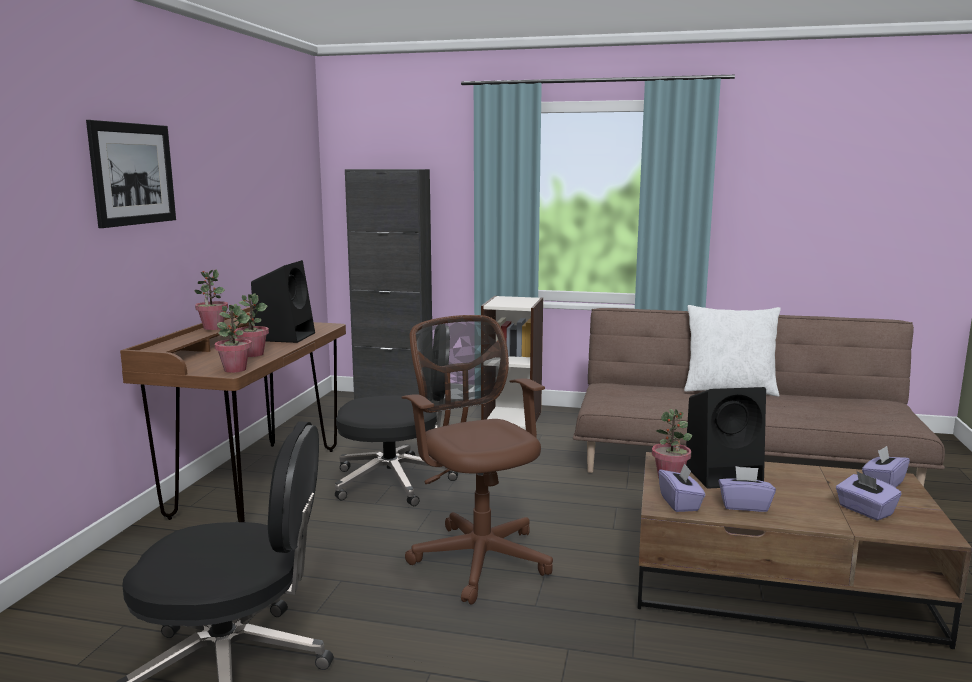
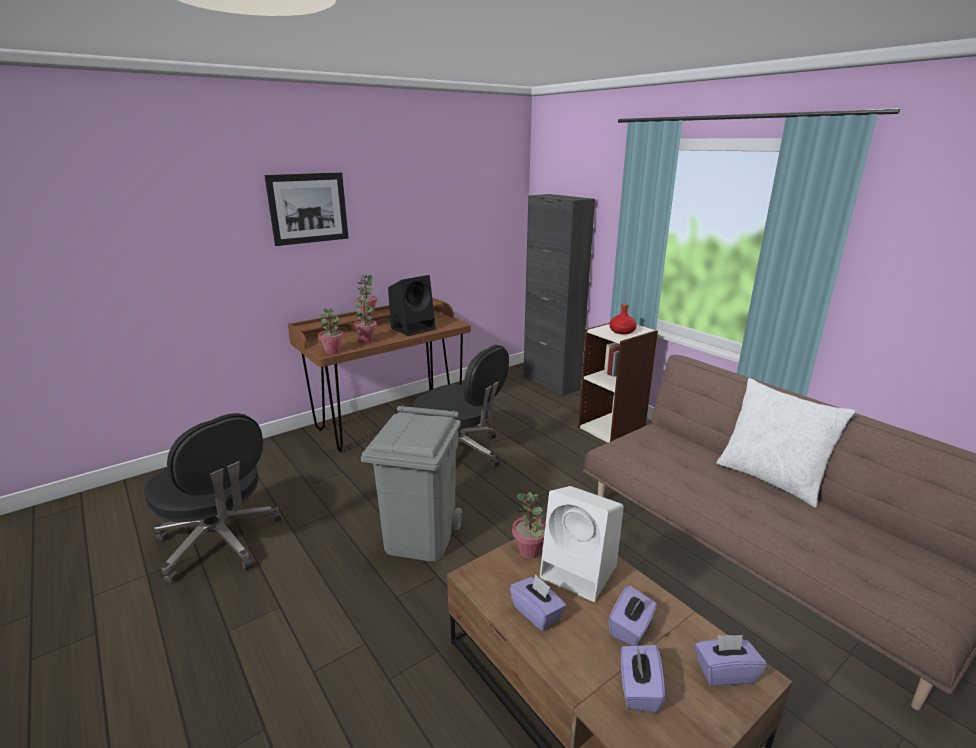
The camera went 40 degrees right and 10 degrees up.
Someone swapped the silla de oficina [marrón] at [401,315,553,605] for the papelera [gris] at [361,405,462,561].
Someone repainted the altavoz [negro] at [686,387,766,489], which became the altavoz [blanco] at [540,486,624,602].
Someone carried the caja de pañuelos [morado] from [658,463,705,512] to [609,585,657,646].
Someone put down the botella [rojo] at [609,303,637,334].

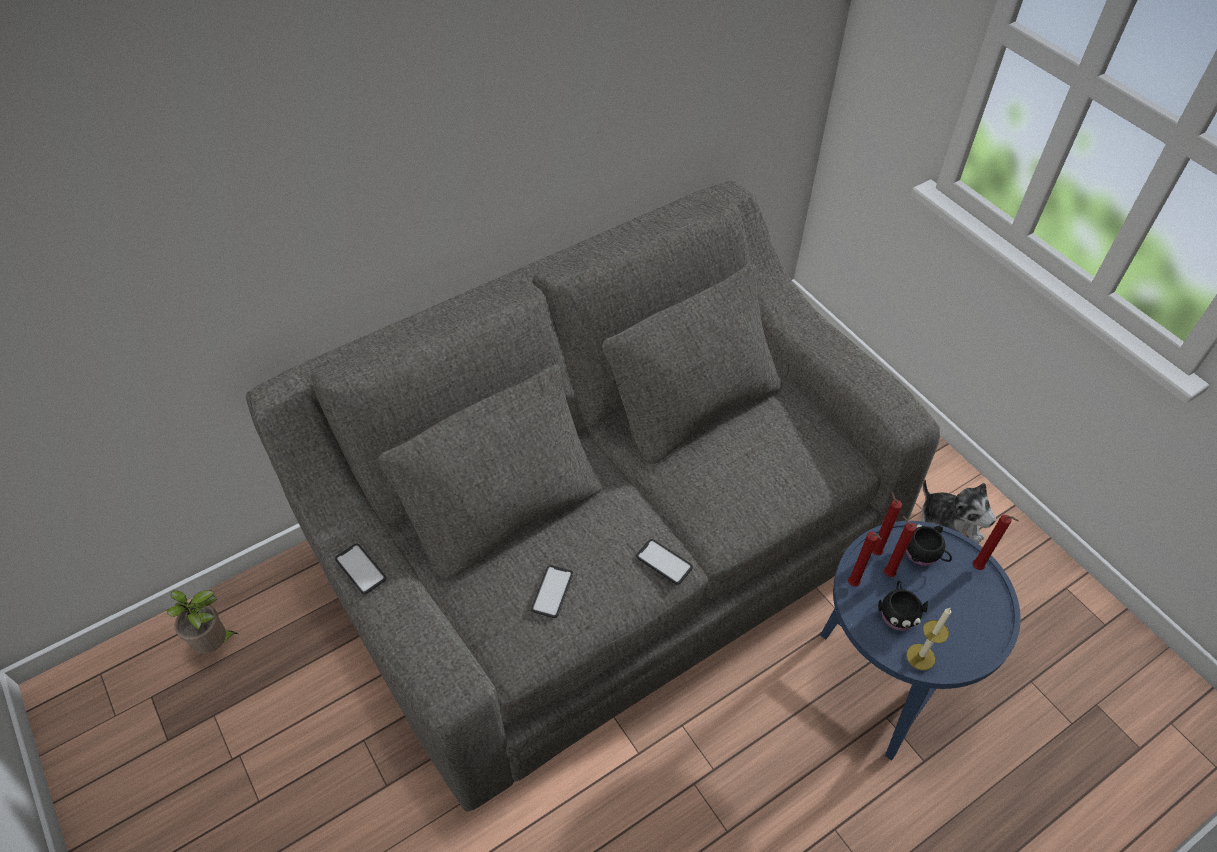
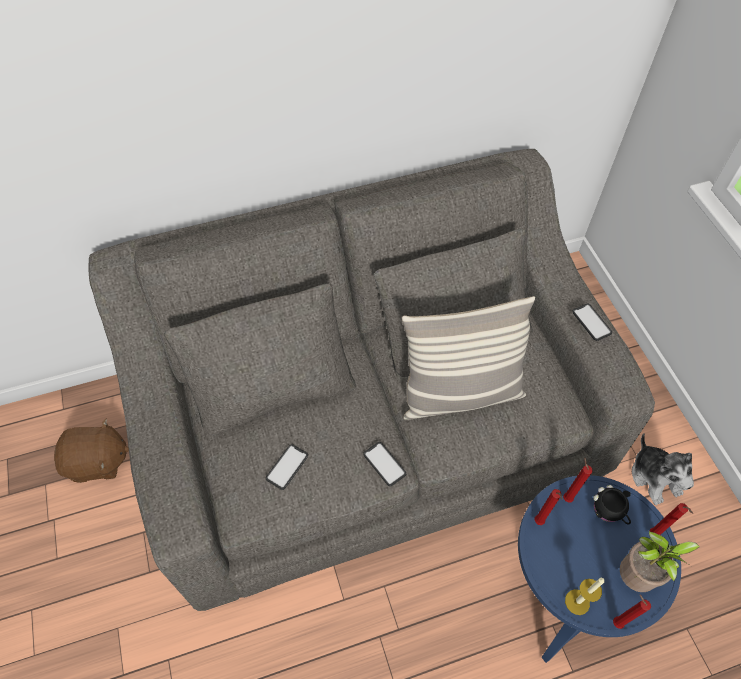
The camera went 15 degrees right and 5 degrees up.
Someone carried the vela [rojo] from [884,516,916,577] to [613,595,651,629].
Someone carried the móvil from [335,543,386,594] to [572,304,612,341].
Someone took away the taza grande [negro] at [878,581,928,631].
Someone carried the planta en maceta from [166,590,238,654] to [620,531,700,592].
Someone put down the cojín at [402,296,535,420].
Someone put down the peluche [marrón] at [54,419,129,483].

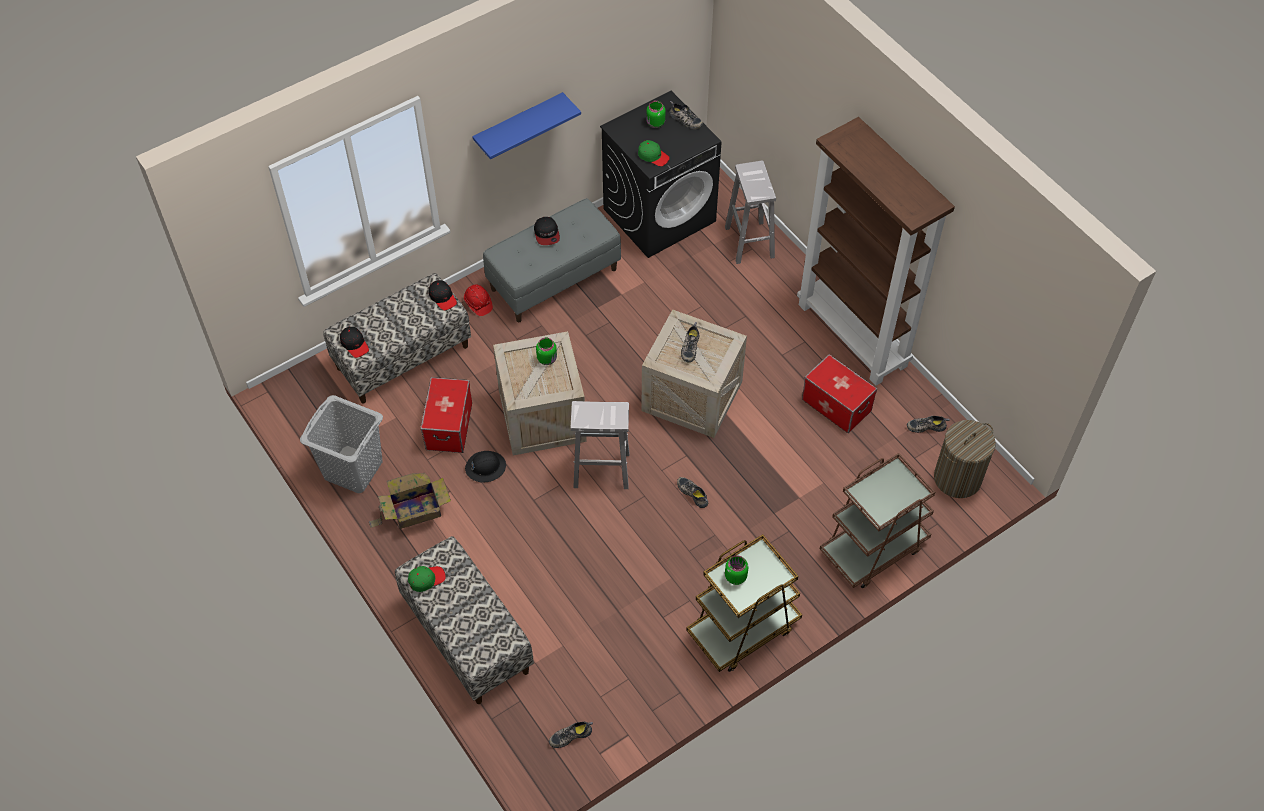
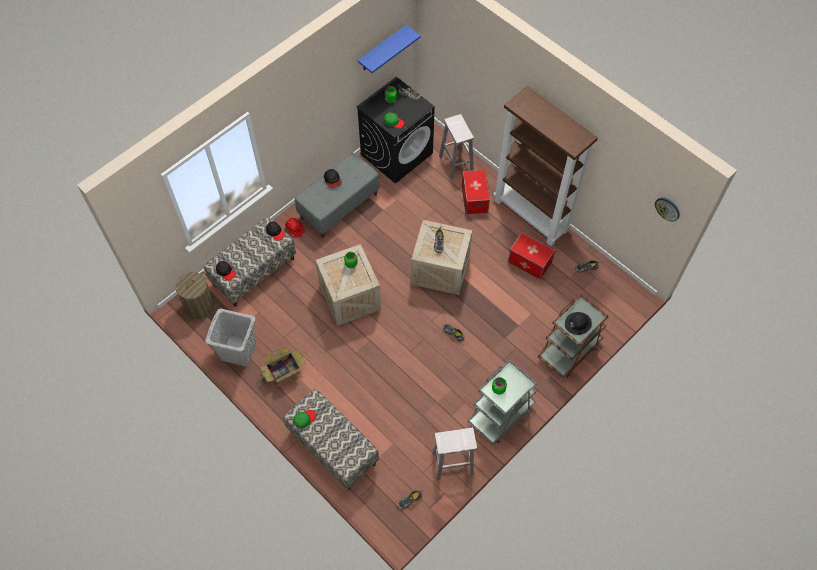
The camera went 10 degrees left and 5 degrees up.
Someone carried the estante [azul] from [472,92,581,159] to [357,25,421,73].
Someone carried the caja de almacenaje from [421,377,472,453] to [462,169,490,214].
Someone carried the taburete [blanco] from [571,401,629,489] to [432,427,477,480].
Someone carried the cesto de la ropa from [934,420,996,498] to [176,272,215,319].
Someone carried the casco [negro] from [465,451,506,483] to [565,312,592,335].
Someone repainted the carrito [marrón] at [686,534,802,672], which became the carrito [gris] at [468,360,537,445].
Someone put up the reloj de pared at [655,197,680,221].

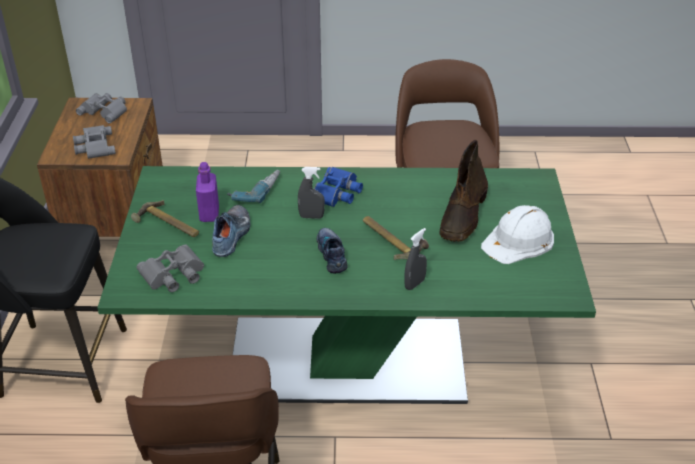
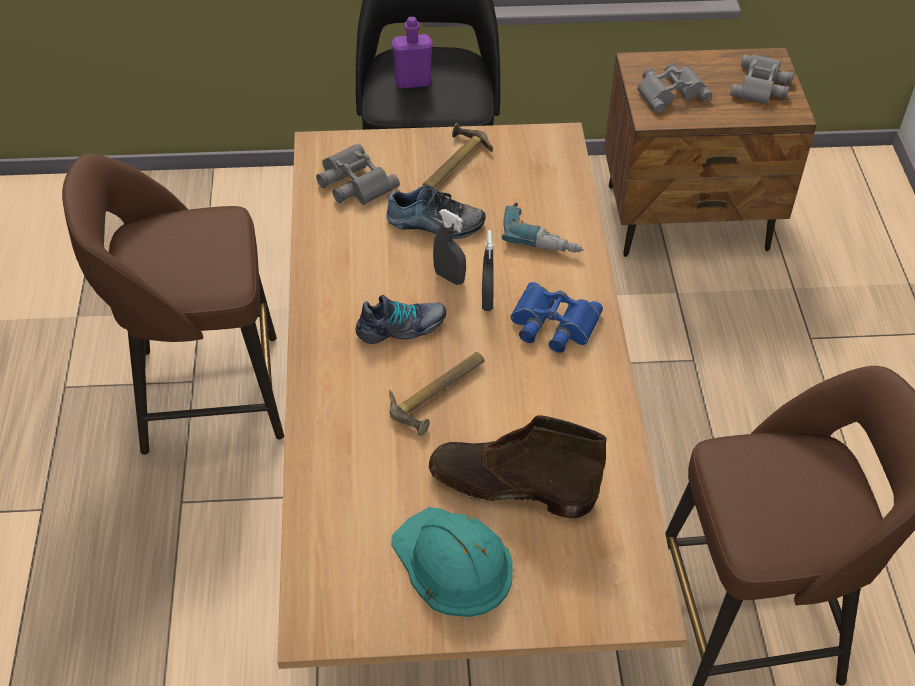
The camera went 85 degrees right and 10 degrees up.
Someone carried the botella [morado] from [196,162,219,222] to [392,17,433,88].
Someone repainted the mesa de comedor [verde] at [97,166,596,404], which became the mesa de comedor [beis] at [278,123,687,669].
Someone repainted the casco [blanco] at [481,205,554,264], which became the casco [turquesa] at [391,507,513,617].
Someone carried the pulverizador [gris] from [404,228,427,290] to [433,209,466,285].

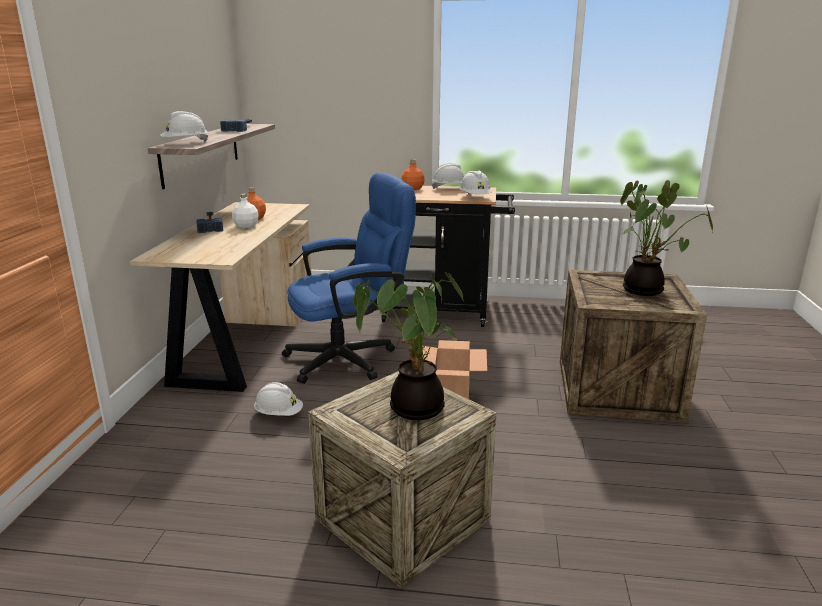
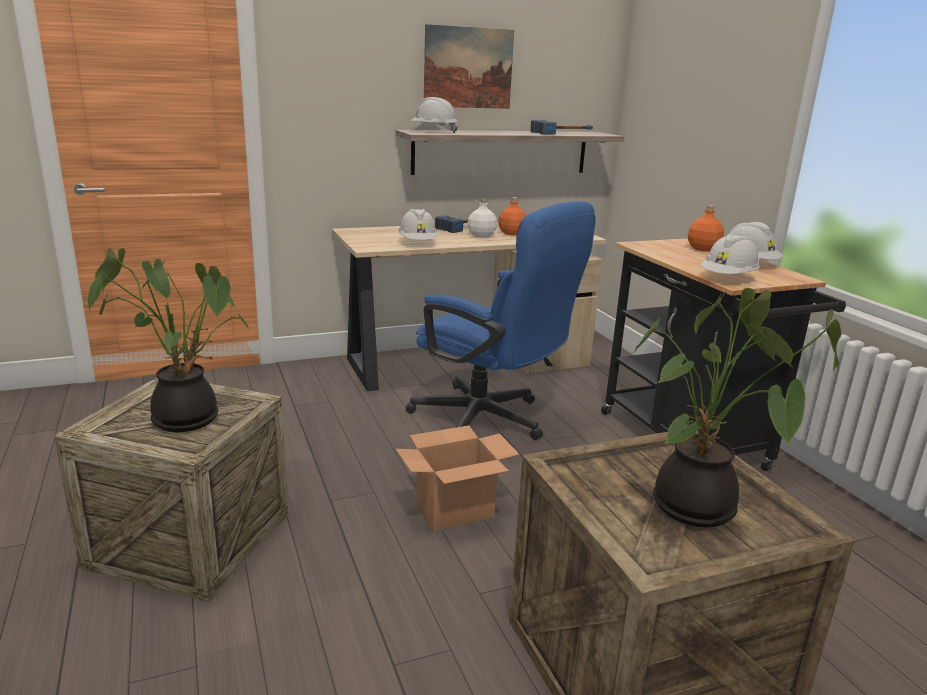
The camera went 60 degrees right and 0 degrees up.
Someone carried the casco [blanco] from [254,382,303,416] to [398,209,437,240].
Someone put up the cuadro at [424,24,514,109].

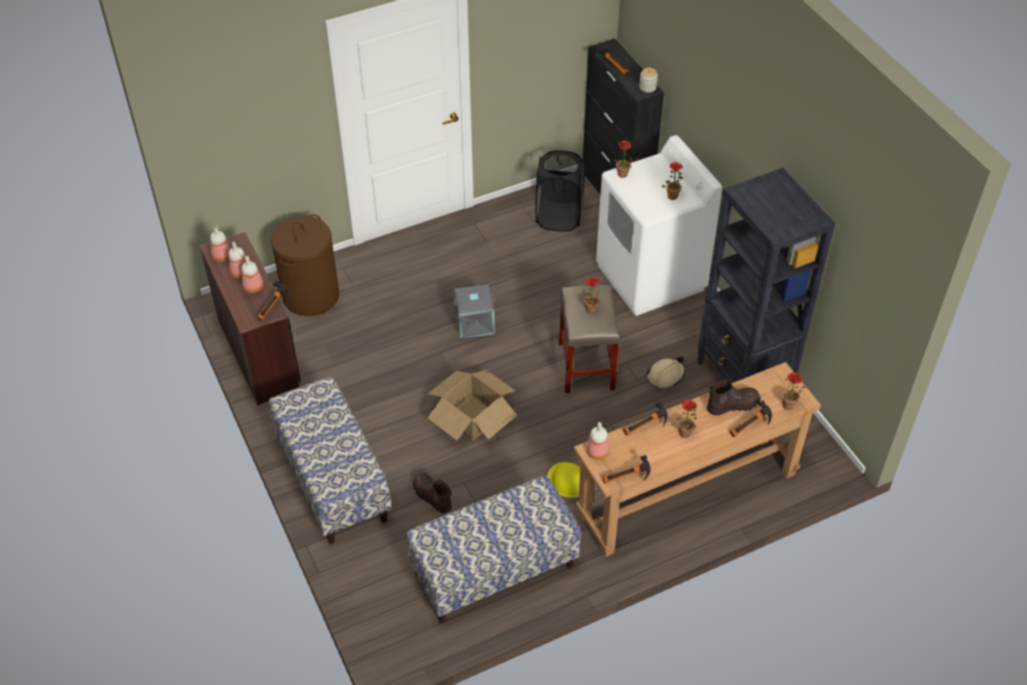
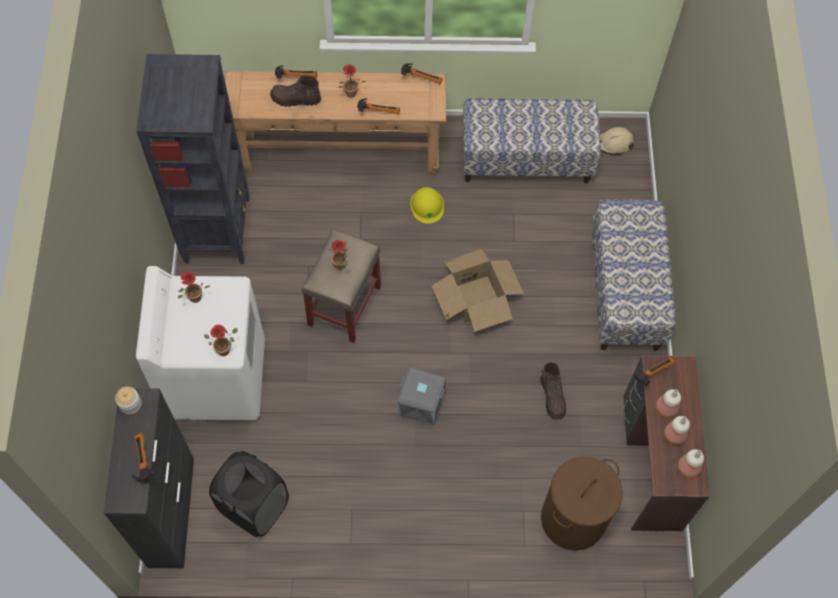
The camera went 155 degrees left and 15 degrees up.
Someone carried the casco [beis] from [647,356,685,388] to [600,127,634,155].
Someone took away the planta en maceta at [782,372,807,410].
Someone took away the botella at [586,422,610,460].
Someone carried the bota [marrón] from [413,473,452,514] to [540,362,566,420].

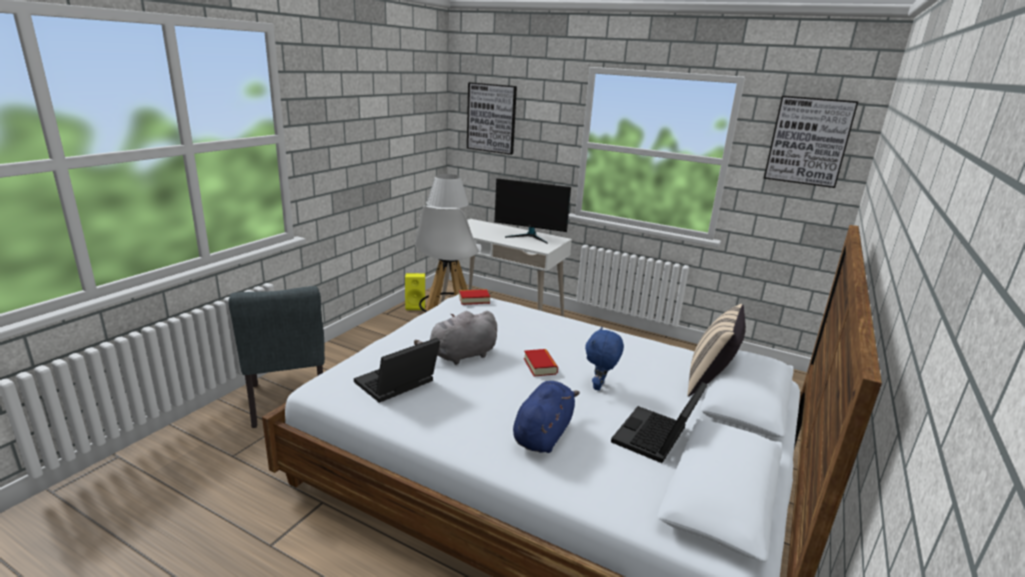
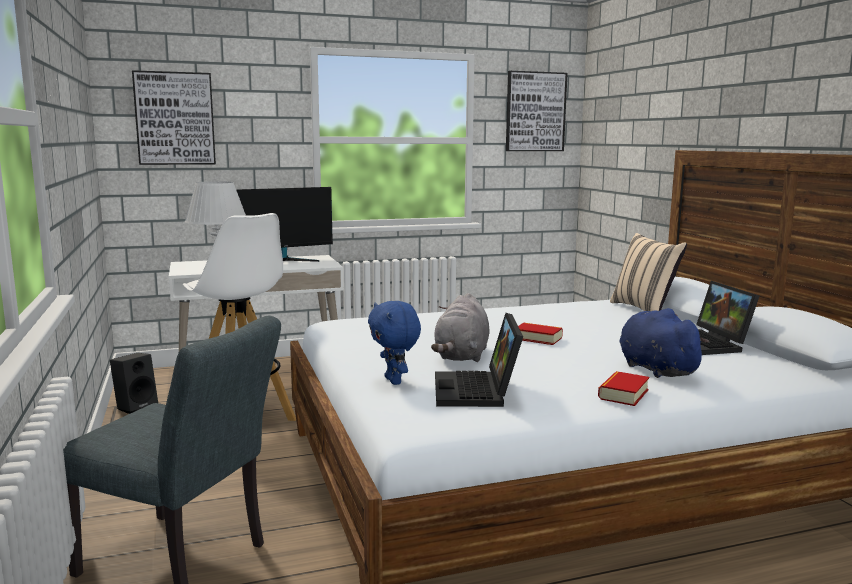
The camera went 45 degrees left and 10 degrees down.
Someone repainted the altavoz [amarillo] at [405,273,425,310], which became the altavoz [negro] at [110,353,158,414].
Someone carried the libro from [459,289,490,305] to [598,371,649,406].
Someone carried the peluche [azul] from [585,327,624,391] to [368,301,421,385].

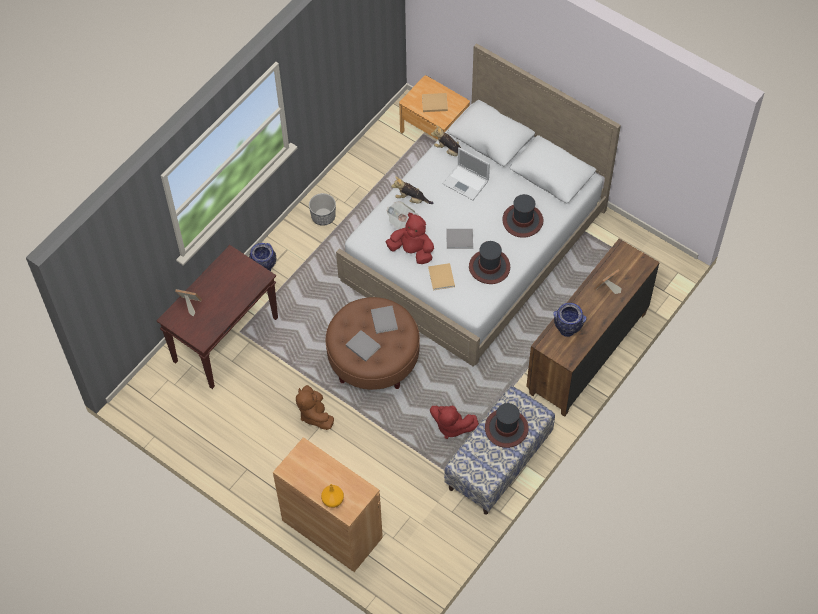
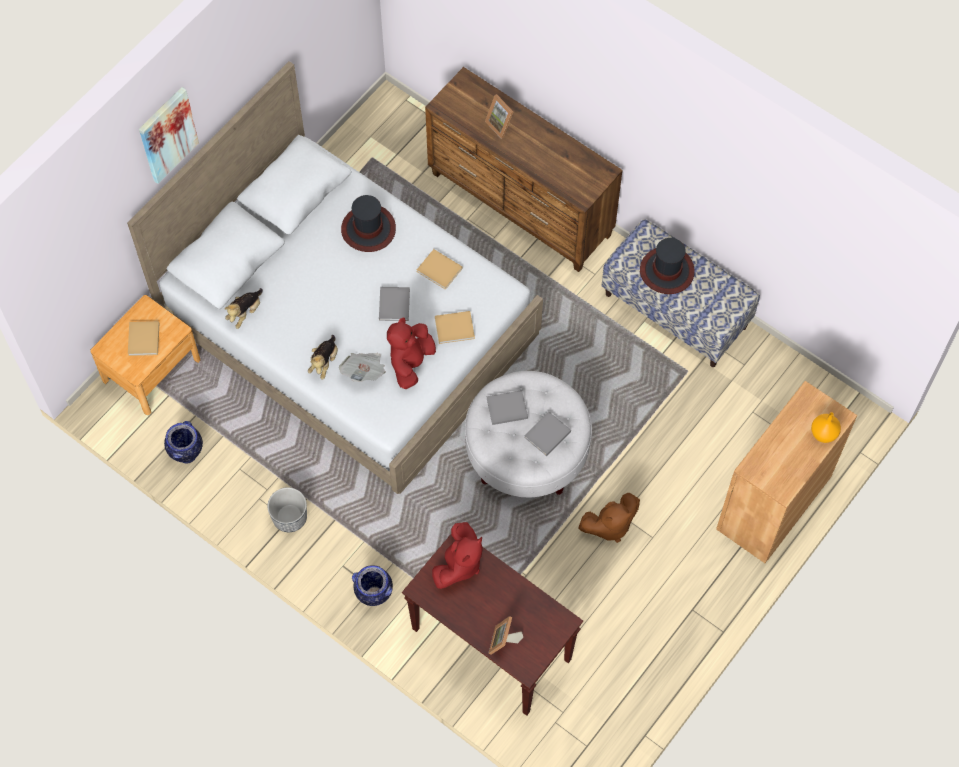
The camera went 90 degrees left and 5 degrees up.
Someone took away the portátil at [442,147,490,200].
Someone swapped the sombrero at [469,241,510,284] for the libro [beis] at [417,249,463,290].
Someone repainted the puf [marrón] at [326,297,420,390], which became the puf [blanco] at [465,371,592,497].
Someone carried the florero from [553,303,587,337] to [164,421,203,464].
Someone carried the peluche [rojo] from [430,405,479,439] to [432,522,483,589].
Someone put up the cuadro at [139,87,199,184].

